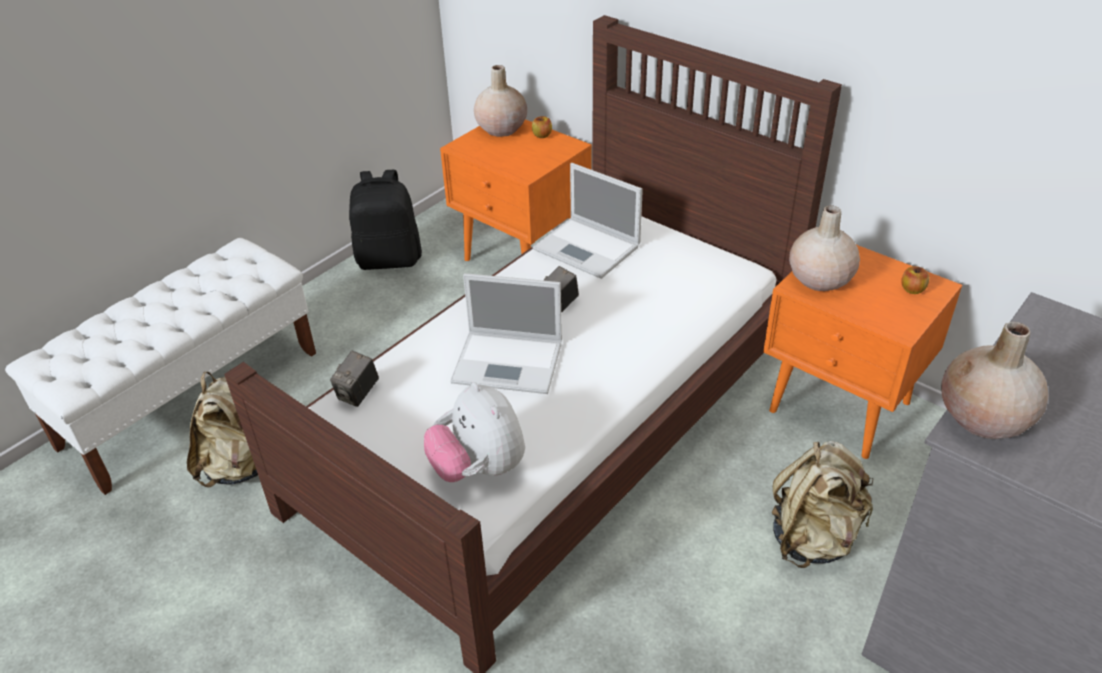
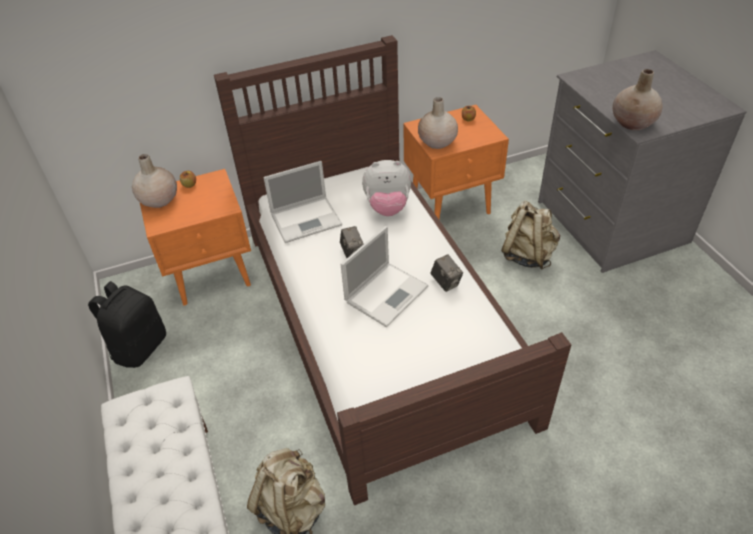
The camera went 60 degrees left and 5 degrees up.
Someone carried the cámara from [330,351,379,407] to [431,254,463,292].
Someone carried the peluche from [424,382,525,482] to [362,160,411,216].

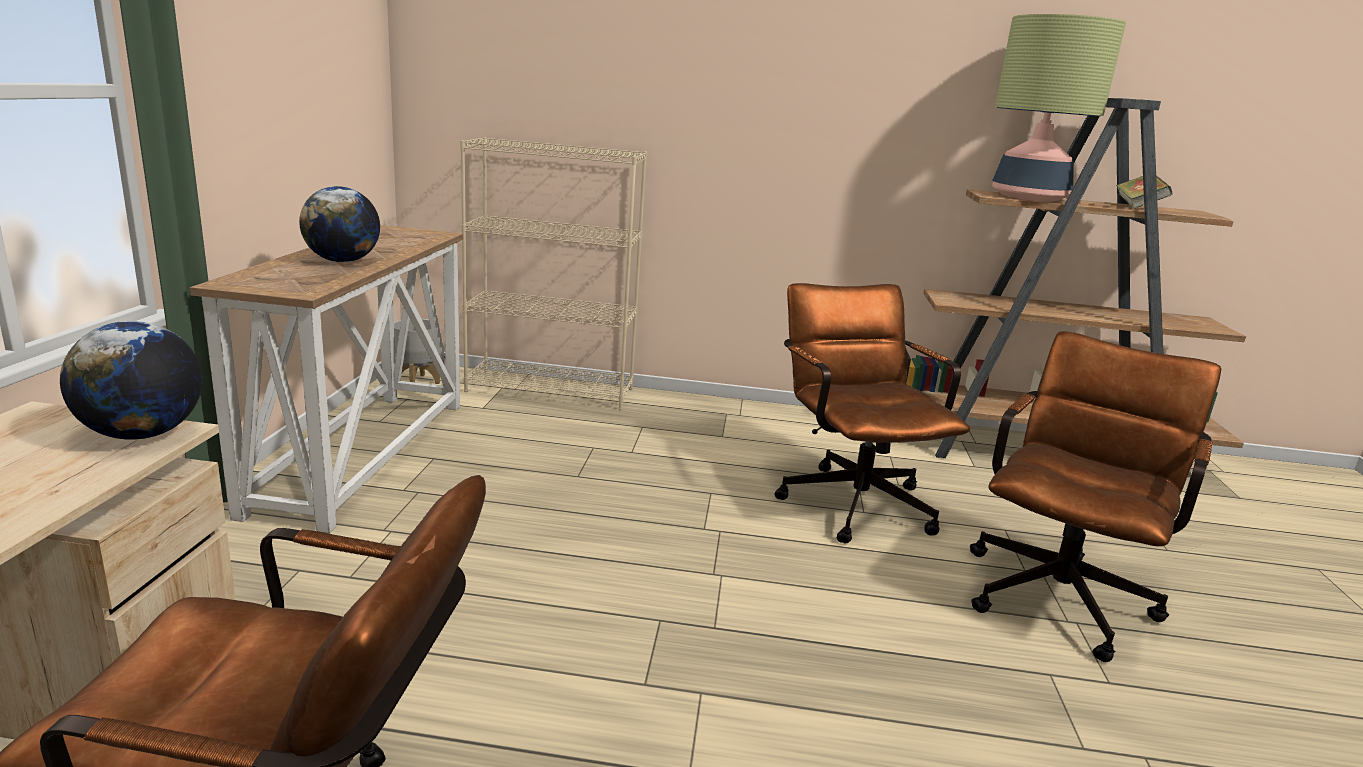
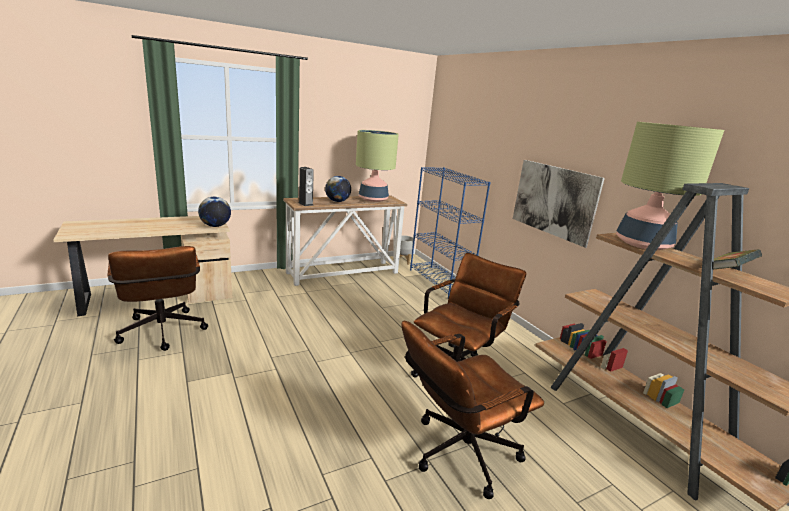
The camera went 55 degrees right and 0 degrees up.
Someone repainted the estantería [beis] at [460,137,647,410], which became the estantería [azul] at [410,167,491,299].
Someone rotated the silla de oficina [marrón] at [970,331,1221,662] by 150 degrees clockwise.
Someone put down the lámpara de mesa at [356,130,399,202].
Someone put up the cuadro at [513,160,605,248].
Someone put down the altavoz at [298,167,314,206].

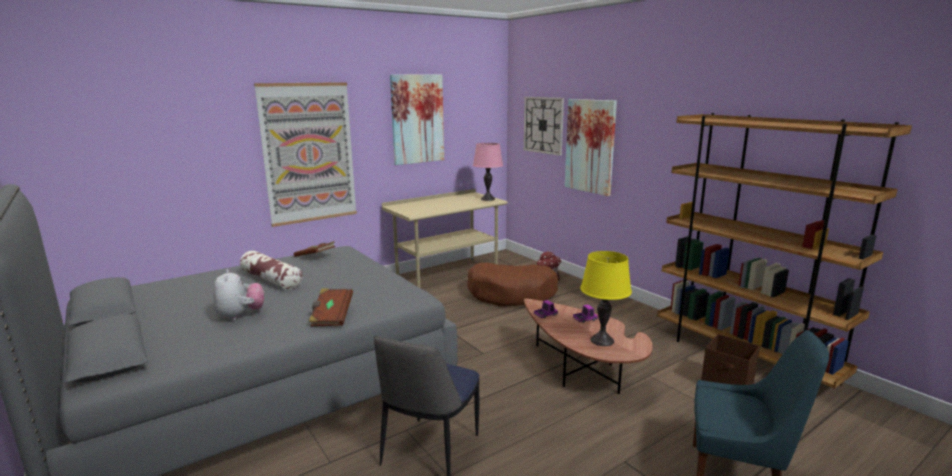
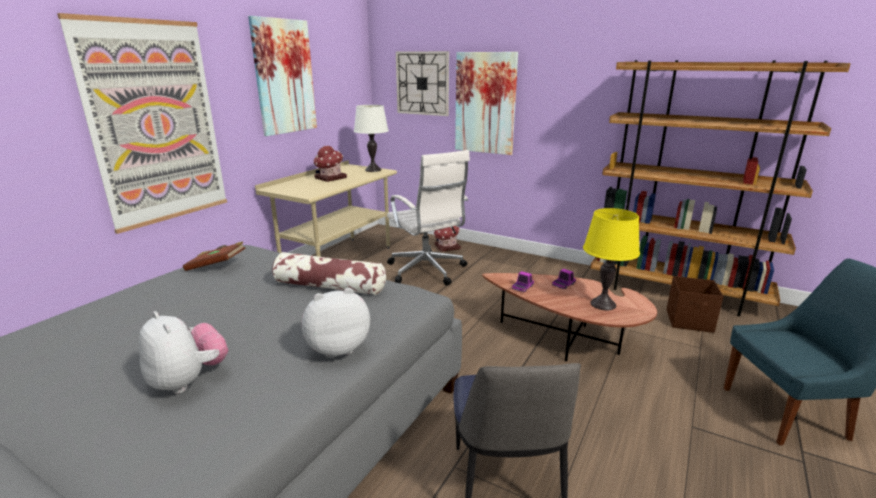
The camera went 25 degrees left and 5 degrees up.
Someone repainted the lámpara de mesa [rosa] at [473,143,503,201], which became the lámpara de mesa [blanco] at [354,105,389,172].
Someone carried the cojín from [240,251,303,290] to [272,252,386,295].
Someone swapped the cama para perro [marrón] at [467,262,558,306] for the silla de oficina [blanco] at [387,150,470,285].
Someone swapped the libro [marrón] at [309,288,353,327] for the peluche at [302,288,370,358].
Someone put down the casita at [314,146,347,182].

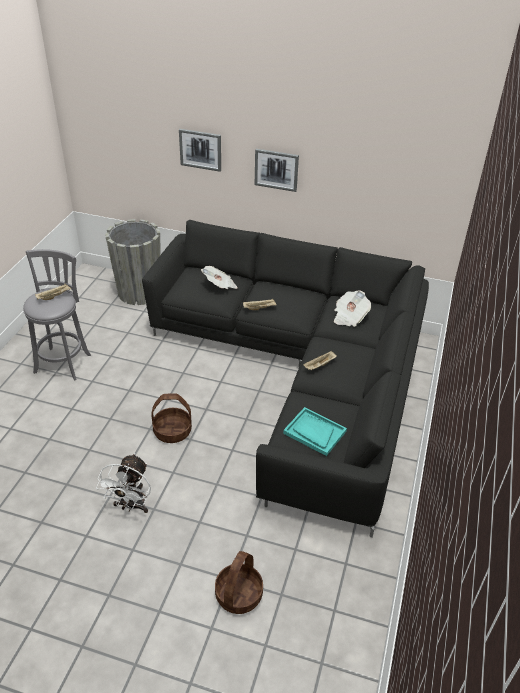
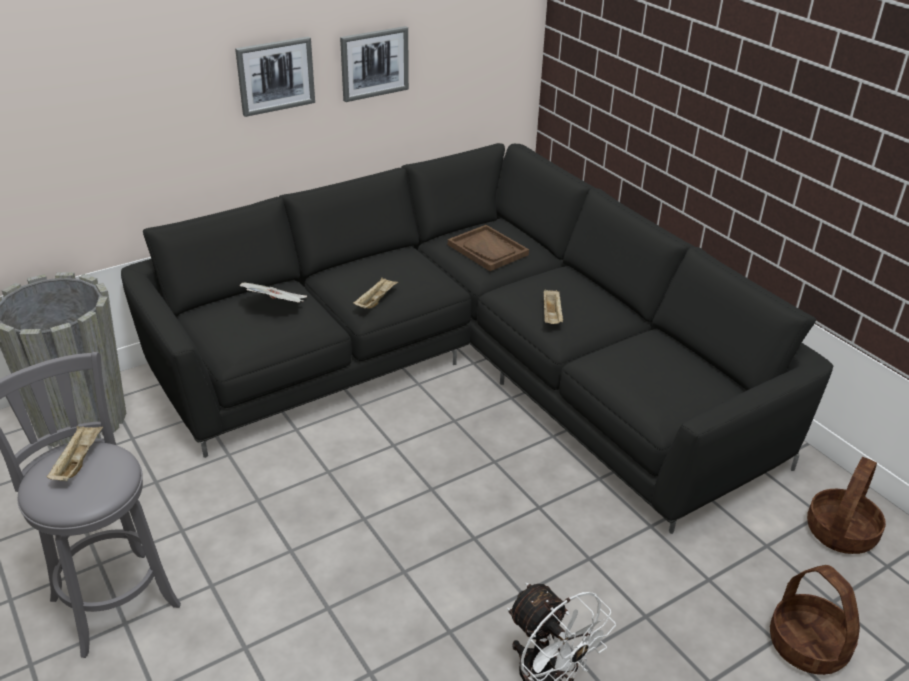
The camera went 50 degrees left and 5 degrees down.
Someone carried the cuadro from [179,129,221,172] to [340,26,409,102].
Someone swapped the periódico at [334,290,371,327] for the bandeja [marrón] at [448,225,529,271].
Someone carried the cesta from [151,393,192,443] to [807,457,886,554].
Someone took away the bandeja [turquesa] at [283,407,347,456].

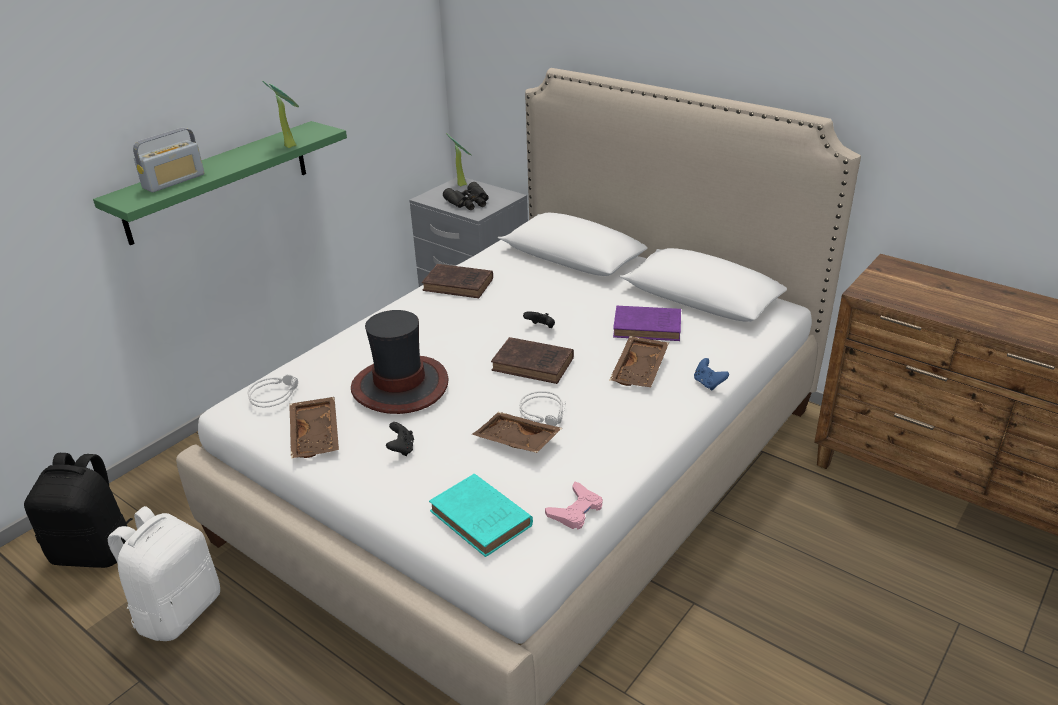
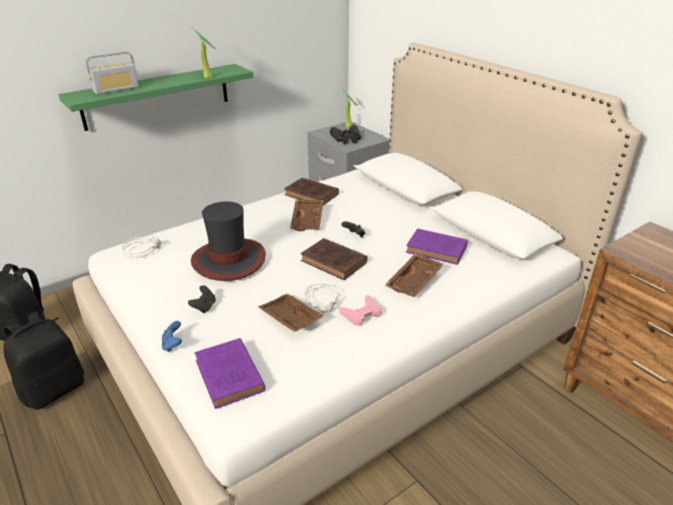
The camera went 15 degrees right and 0 degrees up.
Someone carried the mando de consola [azul] from [694,358,729,390] to [162,321,182,352].
Someone carried the bandeja [marrón] from [289,397,339,458] to [290,200,323,231].
Someone repainted the libro [turquesa] at [429,474,533,557], which became the libro [morado] at [195,338,265,409].
Someone carried the mando de consola [rosa] from [545,482,603,529] to [339,295,382,326].
Someone repainted the mochila [blanco] at [107,506,220,641], which became the mochila [negro] at [3,311,84,410].

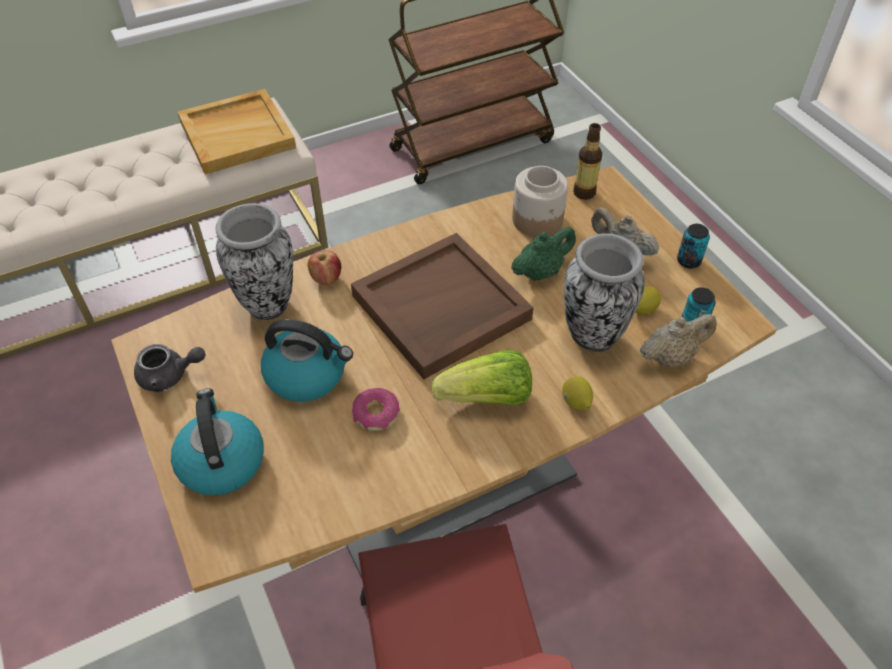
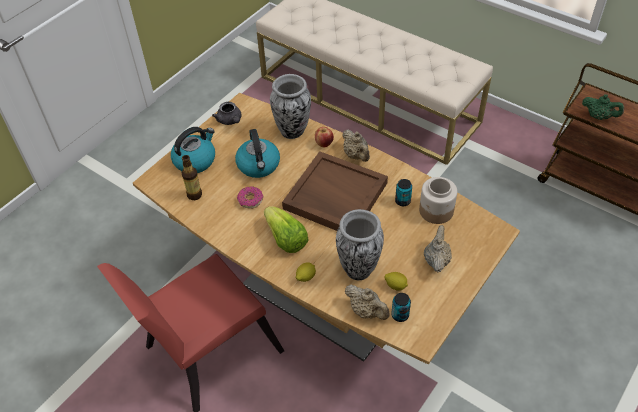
The camera went 65 degrees right and 0 degrees up.
Someone took away the bandeja [beis] at [178,89,296,174].
Someone carried the botella from [573,123,602,200] to [182,155,202,200].
Someone carried the lata from [677,224,710,269] to [395,179,412,206].
Someone carried the tetera [verde] from [511,226,576,281] to [582,94,624,120].
Someone put down the tetera [beis] at [342,129,370,162].

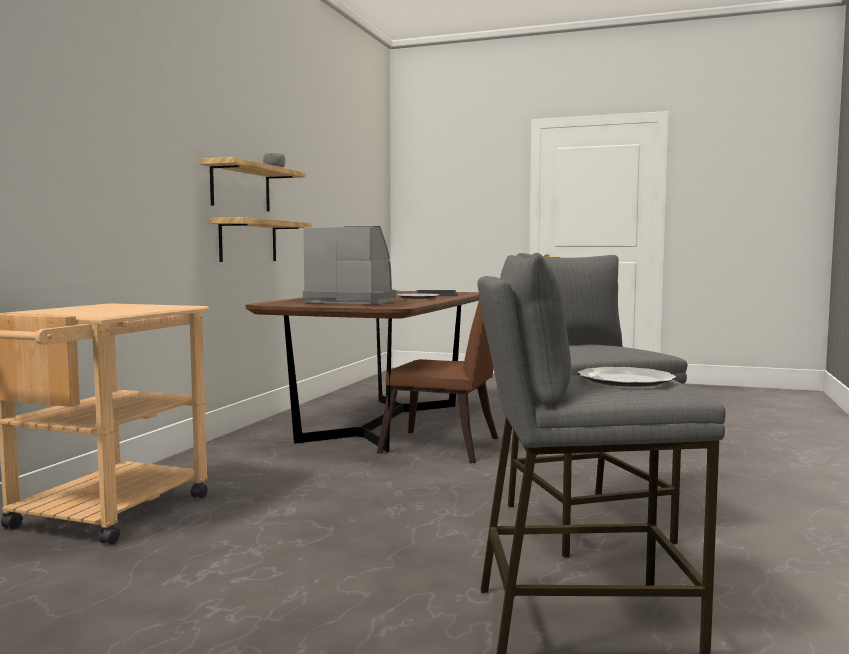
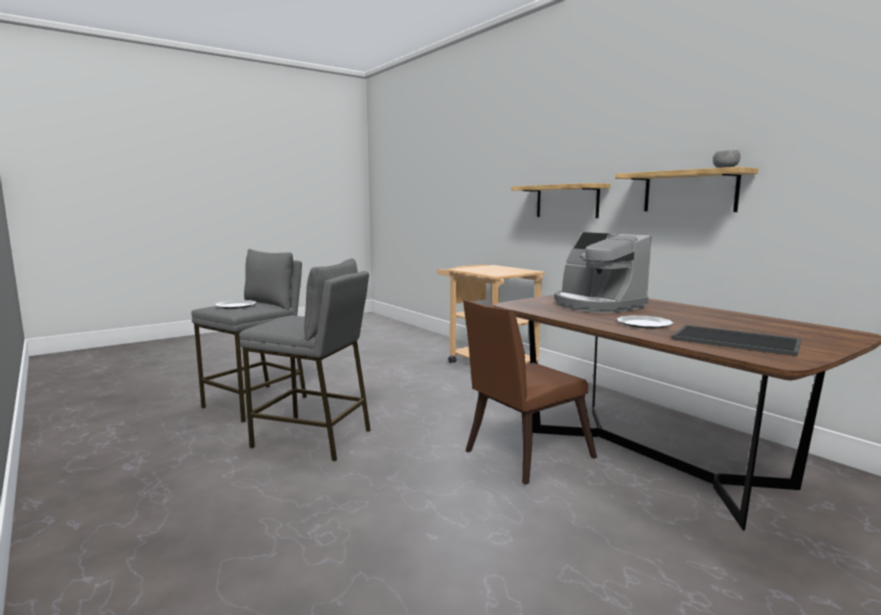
The camera went 125 degrees right and 5 degrees up.
Someone carried the estante from [209,217,312,262] to [511,183,611,218].
Someone rotated the cafetera at [303,226,396,304] by 90 degrees clockwise.

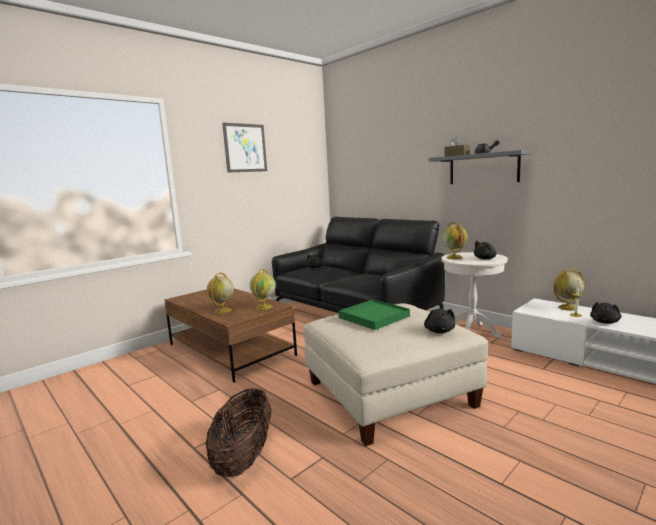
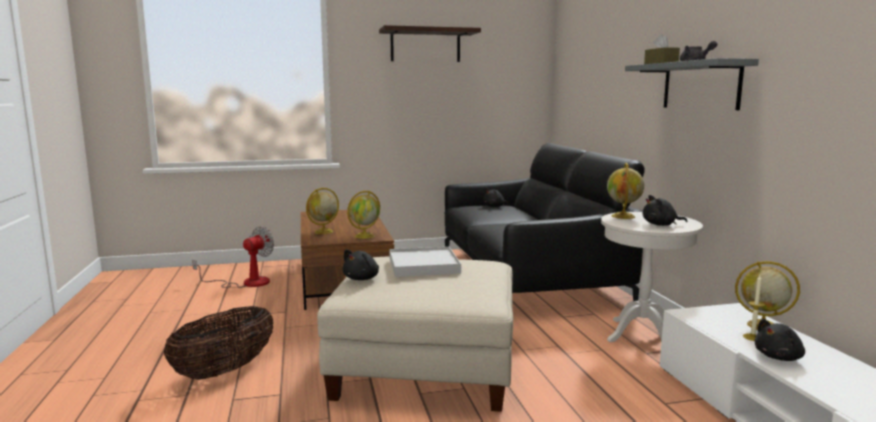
The camera went 30 degrees right and 0 degrees up.
Someone swapped the cuadro at [222,122,267,173] for the estante at [379,25,481,62].
Someone repainted the bandeja [verde] at [338,299,410,330], which became the bandeja [blanco] at [389,247,461,277].
Someone carried the peluche [negro] from [424,309,455,333] to [343,249,379,280].
Someone put down the ventilador at [192,226,274,288].

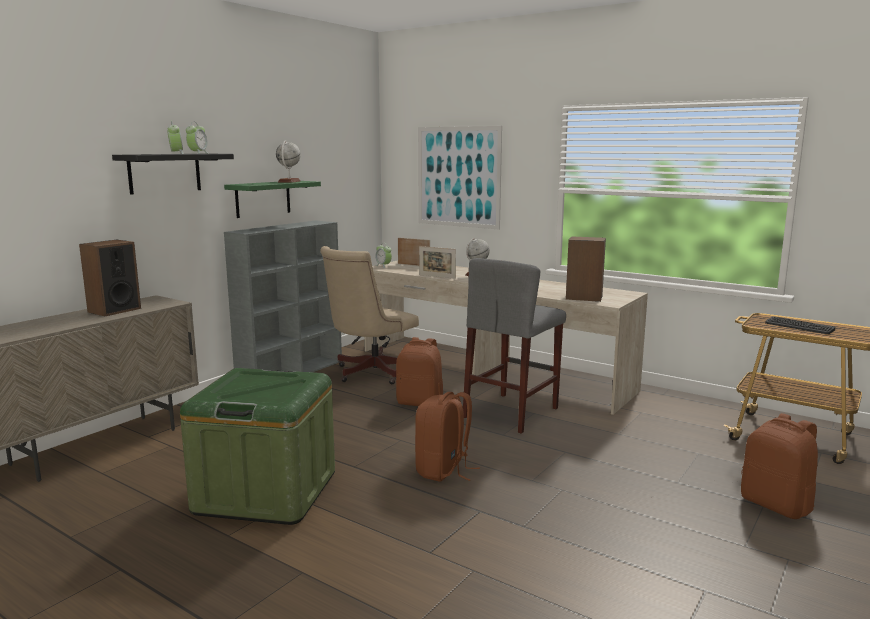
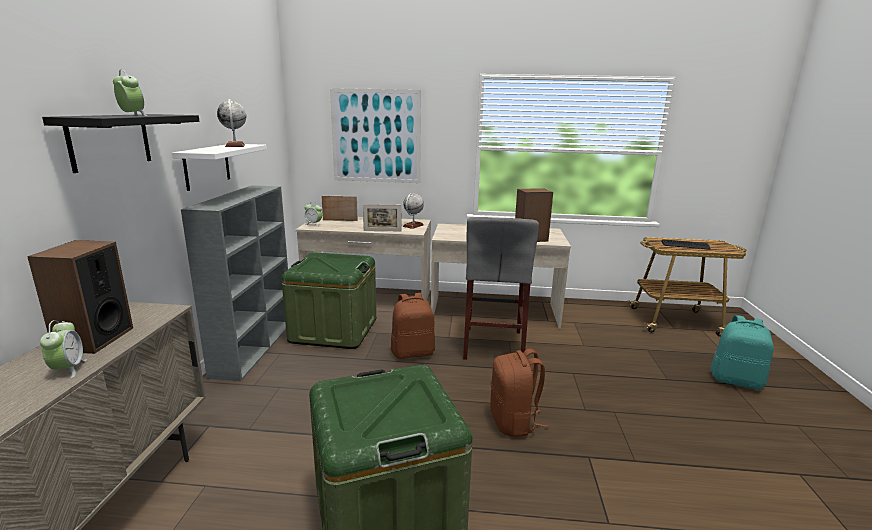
The camera went 30 degrees left and 5 degrees up.
Someone carried the despertador from [186,123,209,154] to [40,320,87,378].
Someone repainted the estante [verde] at [224,181,321,218], which became the estante [blanco] at [172,144,267,191].
Someone swapped the silla de oficina [beis] at [320,246,419,384] for the caja de almacenaje [verde] at [281,252,376,349].
Someone repainted the mochila [marrón] at [741,413,818,519], which became the mochila [turquesa] at [711,315,774,390].

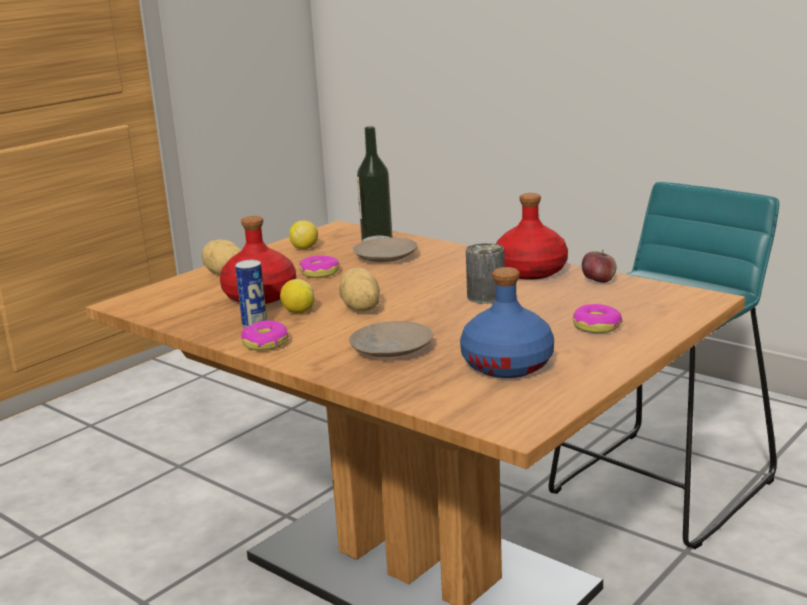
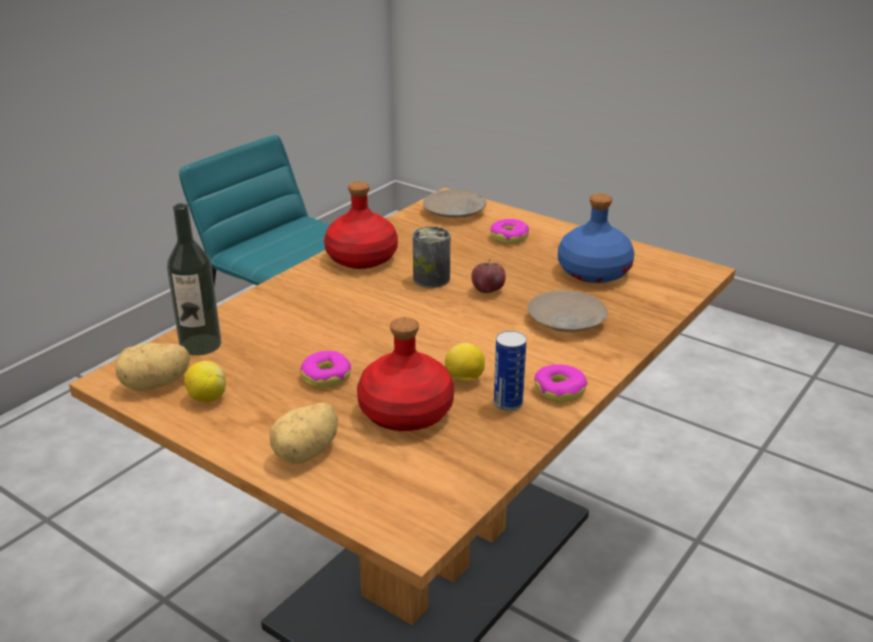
The camera went 95 degrees left and 10 degrees up.
Someone carried the plato [beis] from [353,238,418,262] to [423,190,487,218].
Someone carried the manzana from [582,250,616,283] to [471,259,506,293].
Someone carried the patata from [339,268,380,311] to [116,343,190,391].

